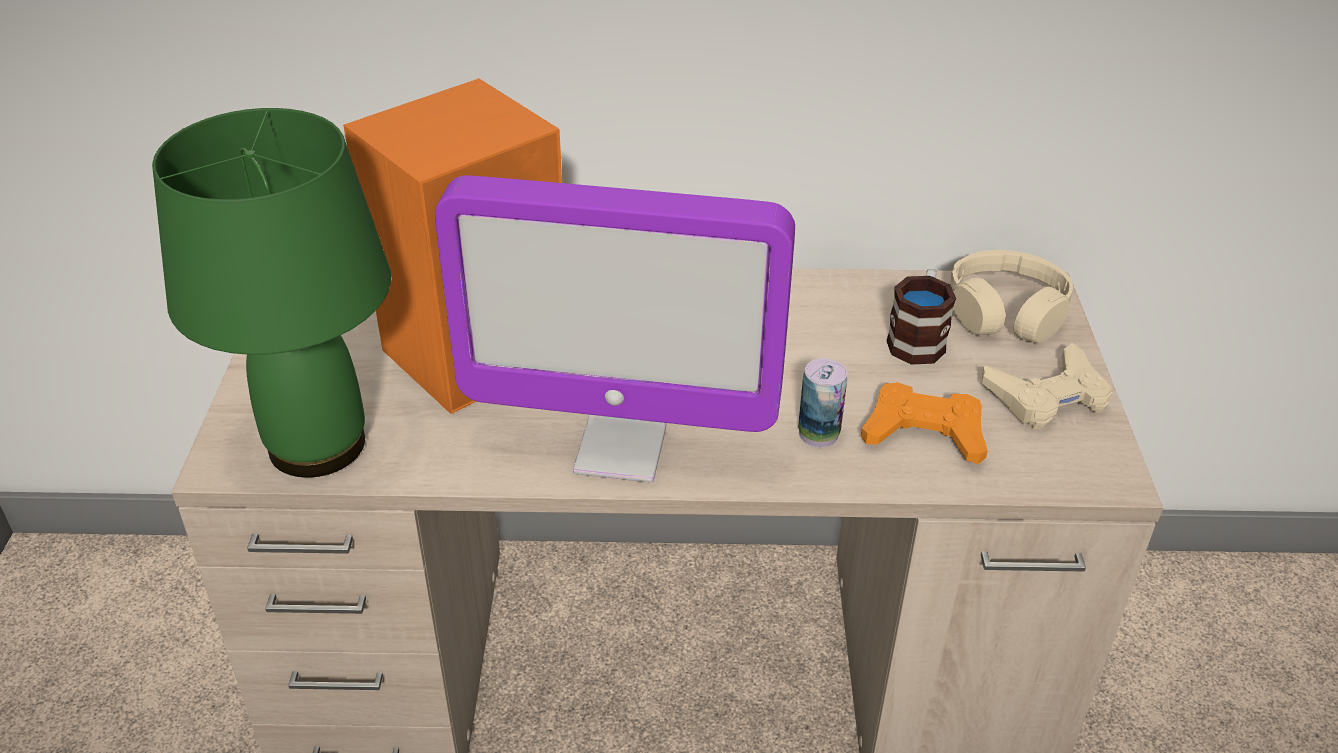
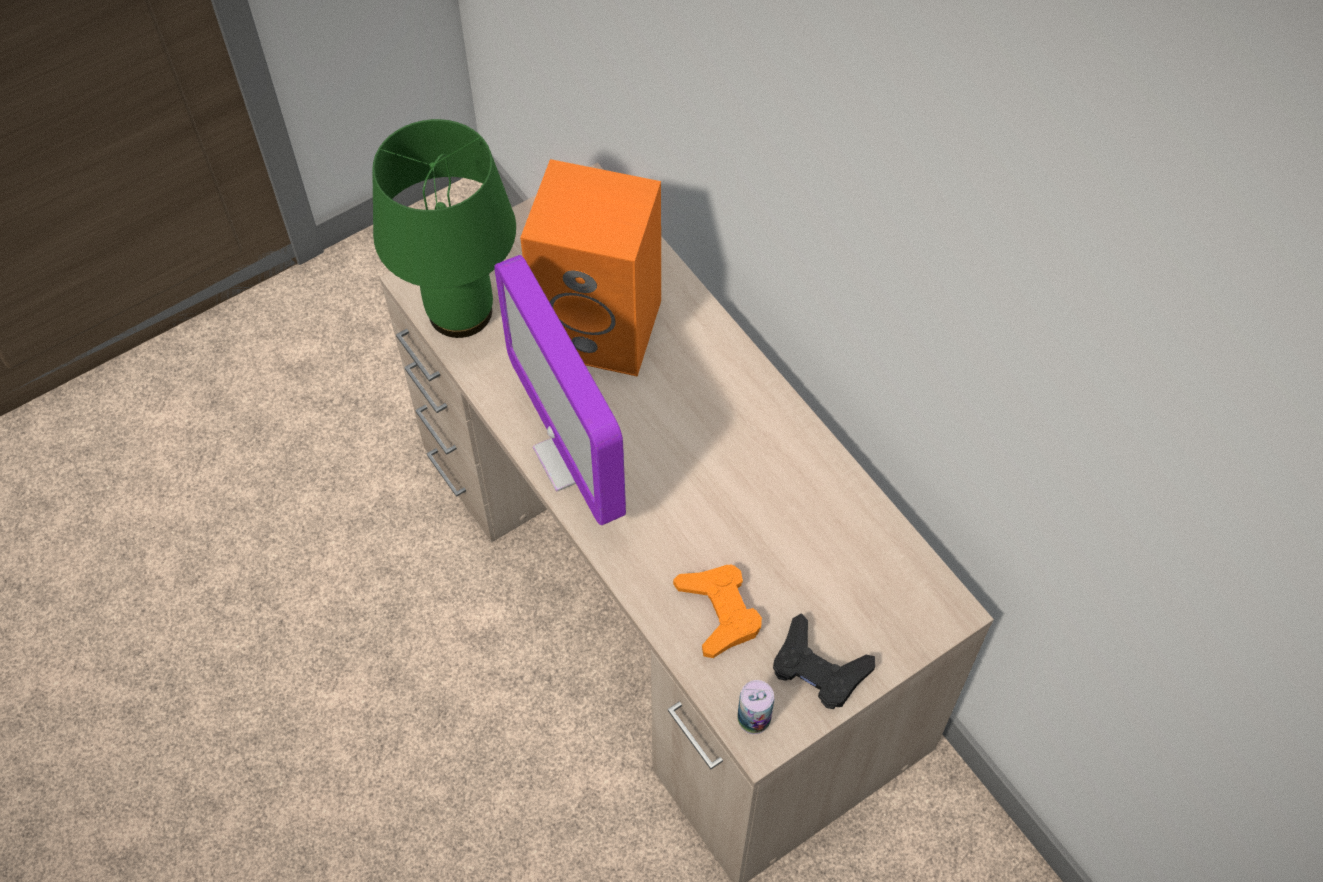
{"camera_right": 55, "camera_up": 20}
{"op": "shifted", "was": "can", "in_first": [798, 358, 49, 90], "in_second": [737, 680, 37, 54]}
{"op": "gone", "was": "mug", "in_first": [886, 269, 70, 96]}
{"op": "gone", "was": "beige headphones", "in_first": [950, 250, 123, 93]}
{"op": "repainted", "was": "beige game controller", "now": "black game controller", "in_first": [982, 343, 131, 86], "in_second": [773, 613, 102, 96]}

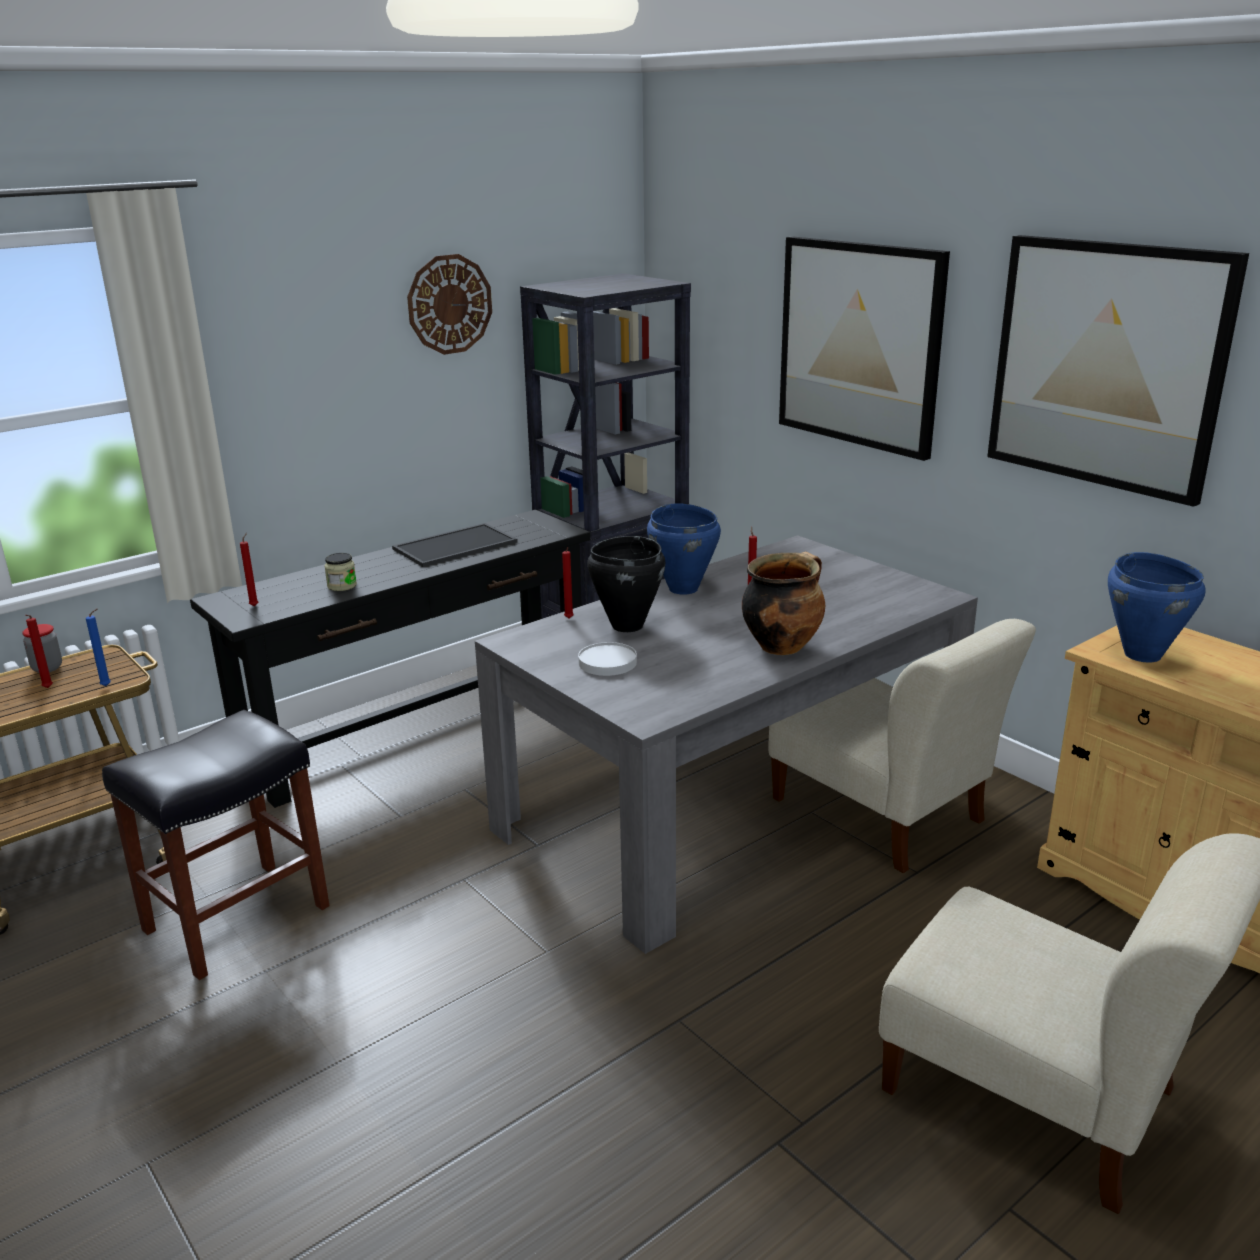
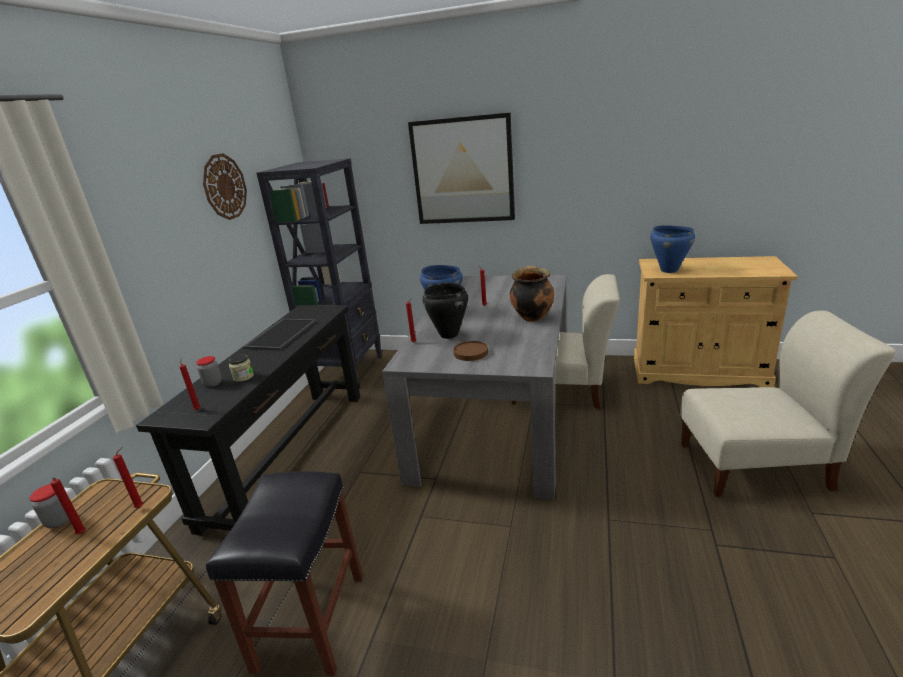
{"camera_right": -35, "camera_up": 0}
{"op": "repainted", "was": "blue candle", "now": "red candle", "in_first": [86, 609, 25, 77], "in_second": [113, 447, 30, 61]}
{"op": "repainted", "was": "white plate", "now": "brown plate", "in_first": [578, 642, 59, 34], "in_second": [453, 341, 35, 20]}
{"op": "gone", "was": "picture", "in_first": [987, 235, 262, 272]}
{"op": "new", "now": "jar", "in_second": [196, 356, 26, 31]}

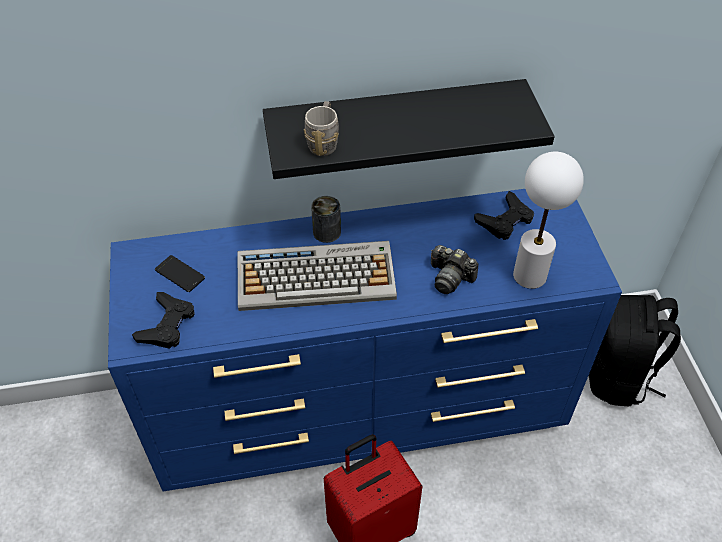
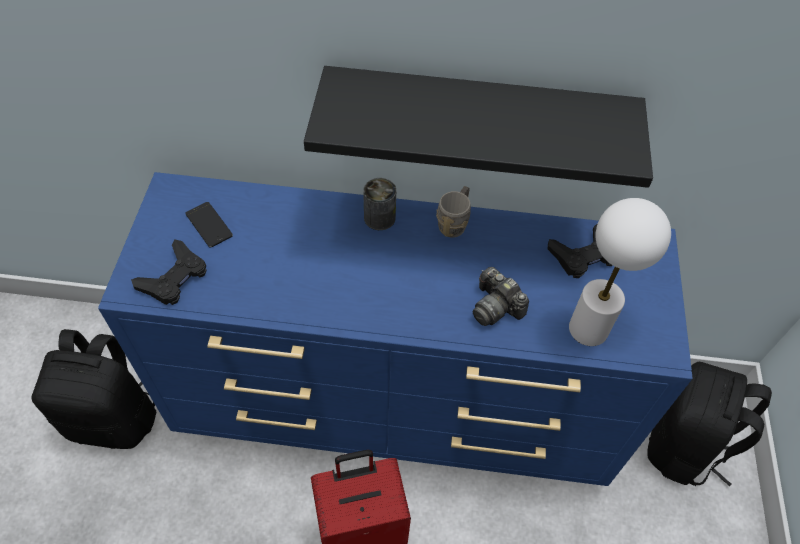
{"camera_right": 15, "camera_up": 5}
{"op": "gone", "was": "keyboard", "in_first": [238, 241, 159, 70]}
{"op": "shifted", "was": "grey mug", "in_first": [304, 101, 35, 55], "in_second": [436, 186, 35, 51]}
{"op": "new", "now": "black backpack", "in_second": [31, 329, 125, 120]}

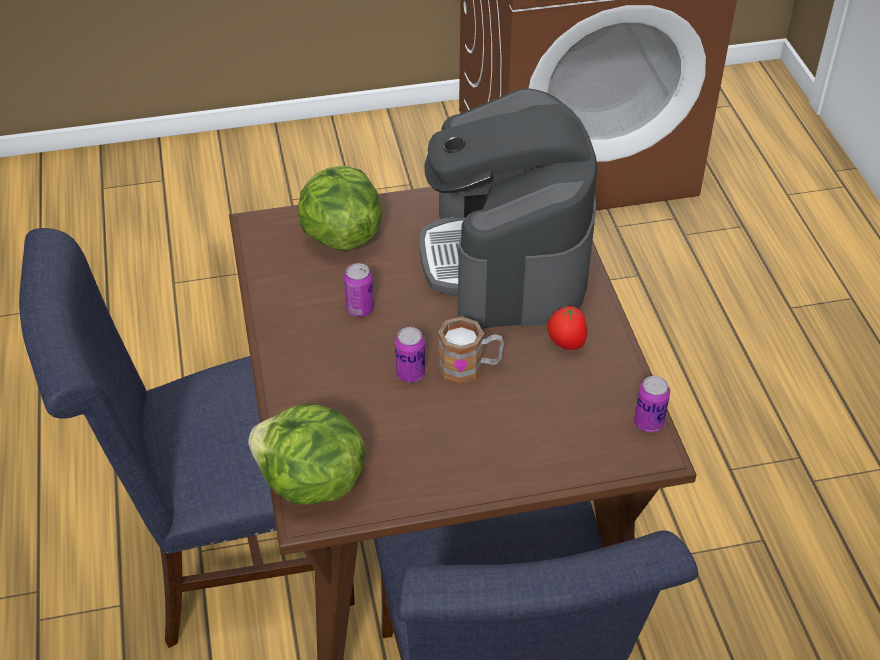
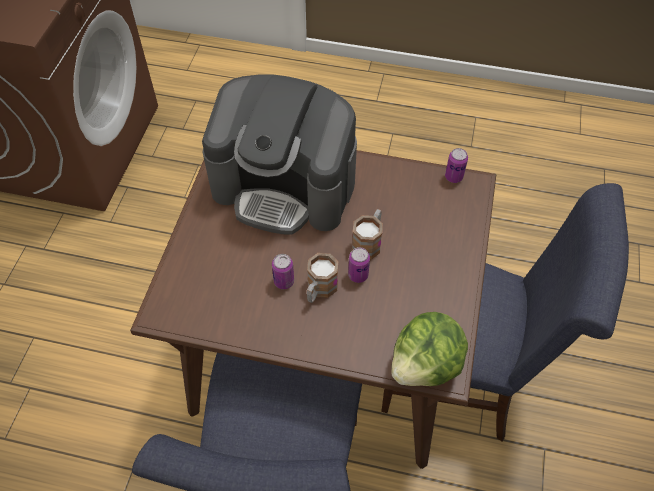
{"camera_right": -65, "camera_up": 10}
{"op": "gone", "was": "lettuce", "in_first": [298, 166, 84, 85]}
{"op": "gone", "was": "tomato", "in_first": [547, 306, 40, 44]}
{"op": "new", "now": "mug", "in_second": [307, 253, 31, 50]}

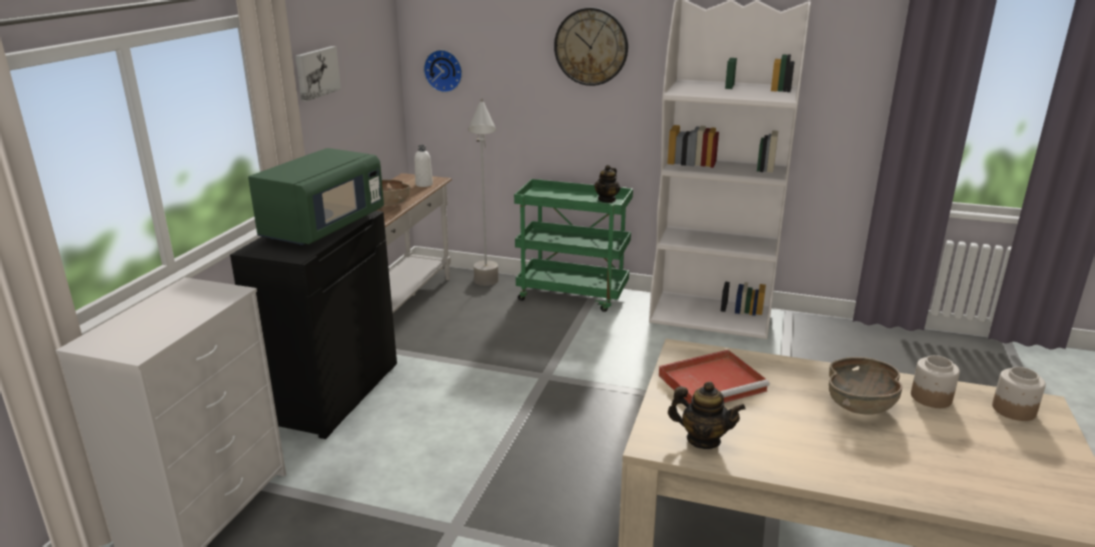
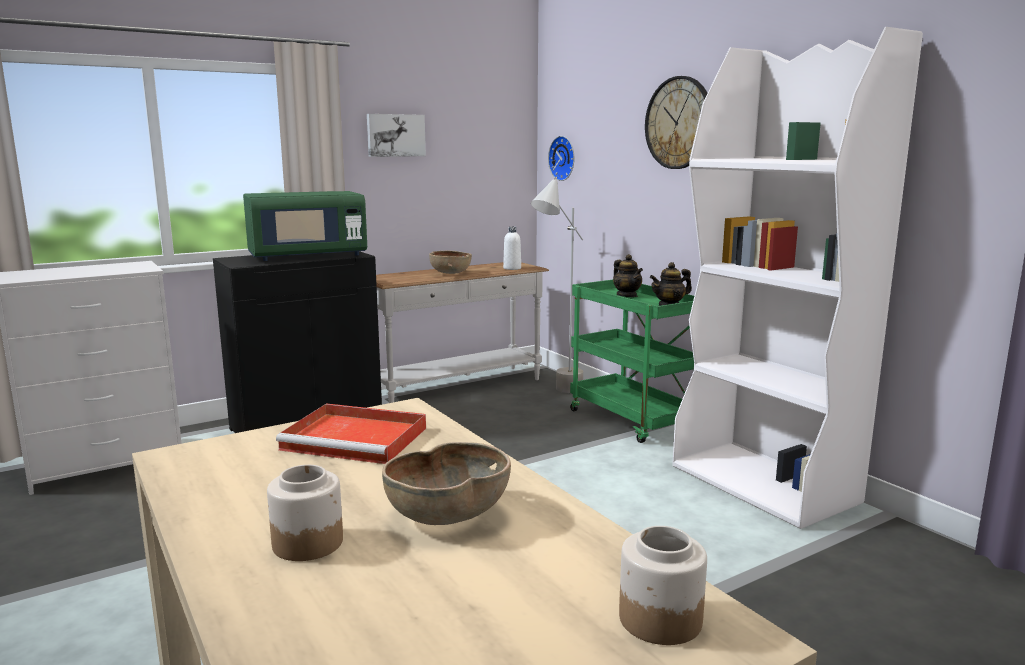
{"camera_right": 40, "camera_up": -10}
{"op": "shifted", "was": "teapot", "in_first": [668, 381, 78, 68], "in_second": [613, 254, 30, 43]}
{"op": "shifted", "was": "jar", "in_first": [911, 355, 49, 53], "in_second": [267, 465, 76, 96]}

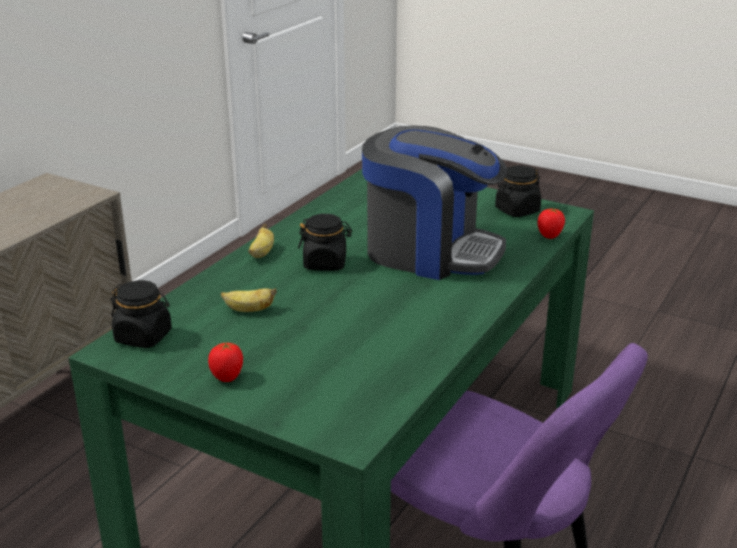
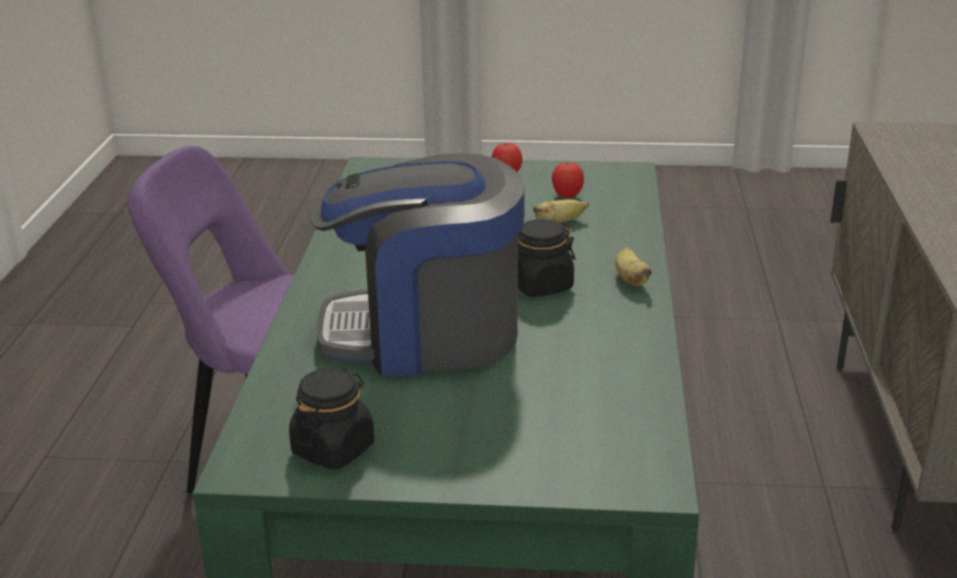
{"camera_right": 155, "camera_up": 0}
{"op": "gone", "was": "black jar", "in_first": [111, 280, 61, 68]}
{"op": "shifted", "was": "tomato", "in_first": [538, 209, 27, 30], "in_second": [552, 162, 32, 36]}

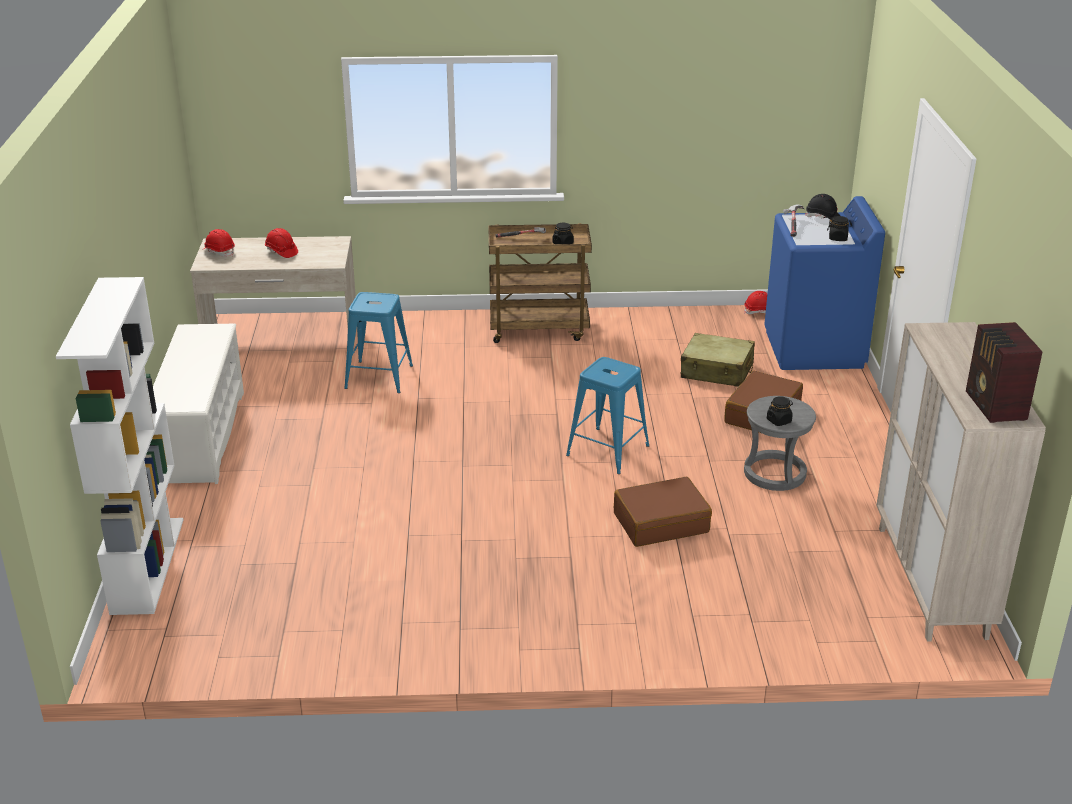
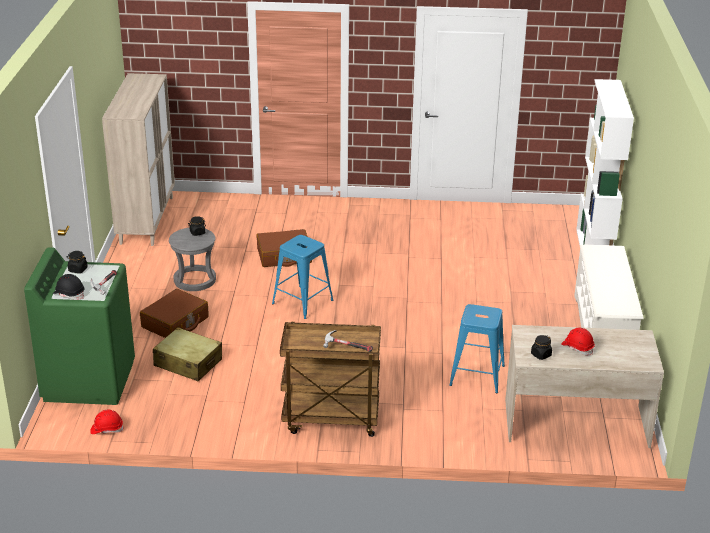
{"camera_right": -175, "camera_up": 0}
{"op": "gone", "was": "red hard hat", "in_first": [204, 229, 31, 28]}
{"op": "shifted", "was": "black jar", "in_first": [552, 223, 22, 21], "in_second": [531, 335, 21, 25]}
{"op": "repainted", "was": "blue washing machine", "now": "green washing machine", "in_first": [764, 196, 121, 174], "in_second": [24, 247, 111, 158]}
{"op": "gone", "was": "radio", "in_first": [966, 322, 77, 101]}

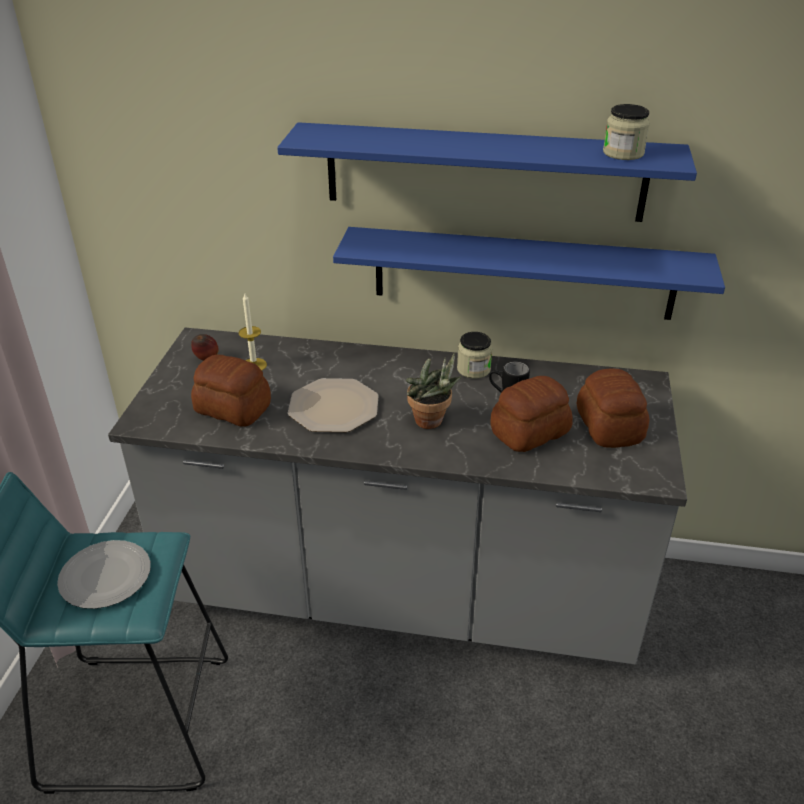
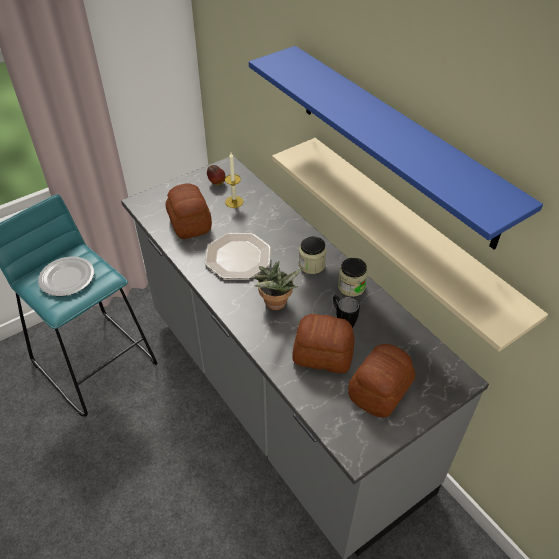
{"camera_right": 45, "camera_up": 10}
{"op": "repainted", "was": "blue shelf", "now": "beige shelf", "in_first": [333, 227, 392, 93], "in_second": [272, 138, 276, 214]}
{"op": "shifted", "was": "jar", "in_first": [603, 104, 47, 56], "in_second": [299, 236, 27, 38]}

